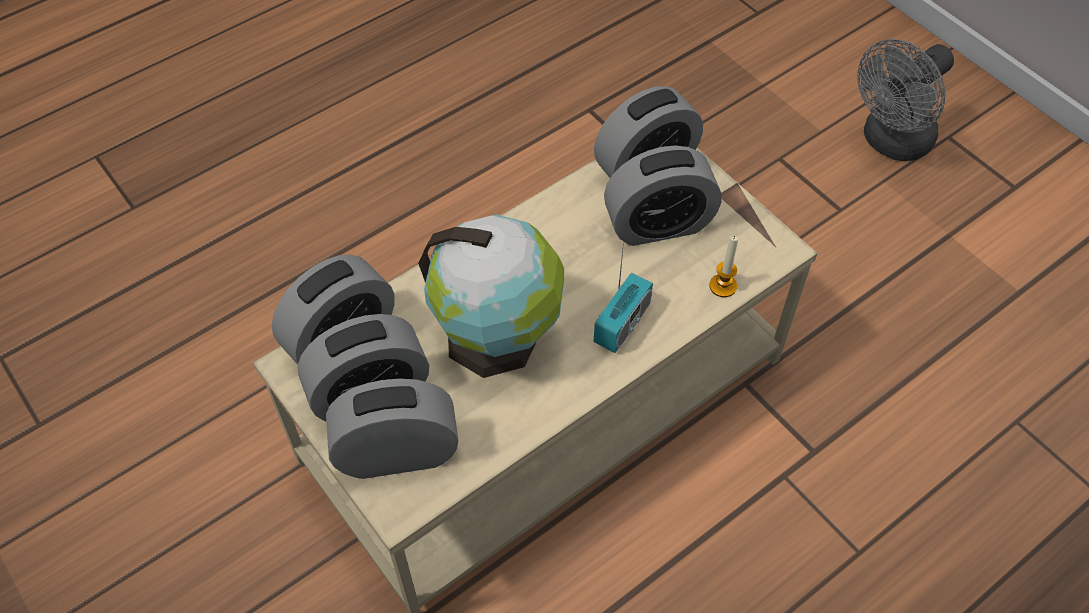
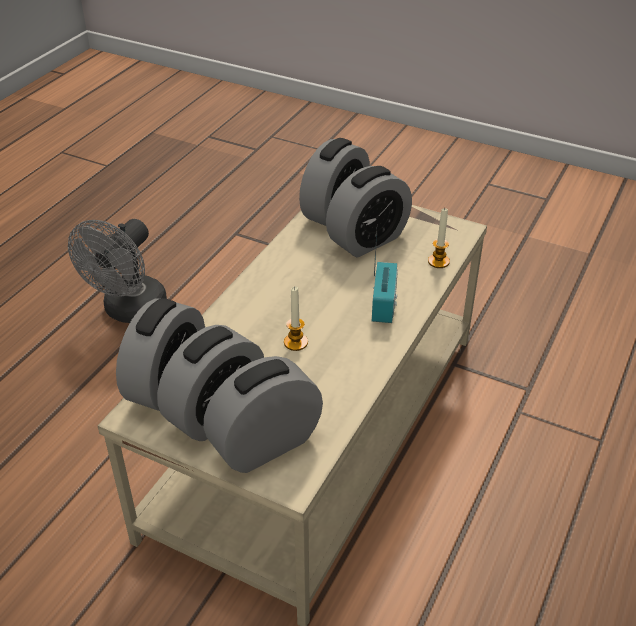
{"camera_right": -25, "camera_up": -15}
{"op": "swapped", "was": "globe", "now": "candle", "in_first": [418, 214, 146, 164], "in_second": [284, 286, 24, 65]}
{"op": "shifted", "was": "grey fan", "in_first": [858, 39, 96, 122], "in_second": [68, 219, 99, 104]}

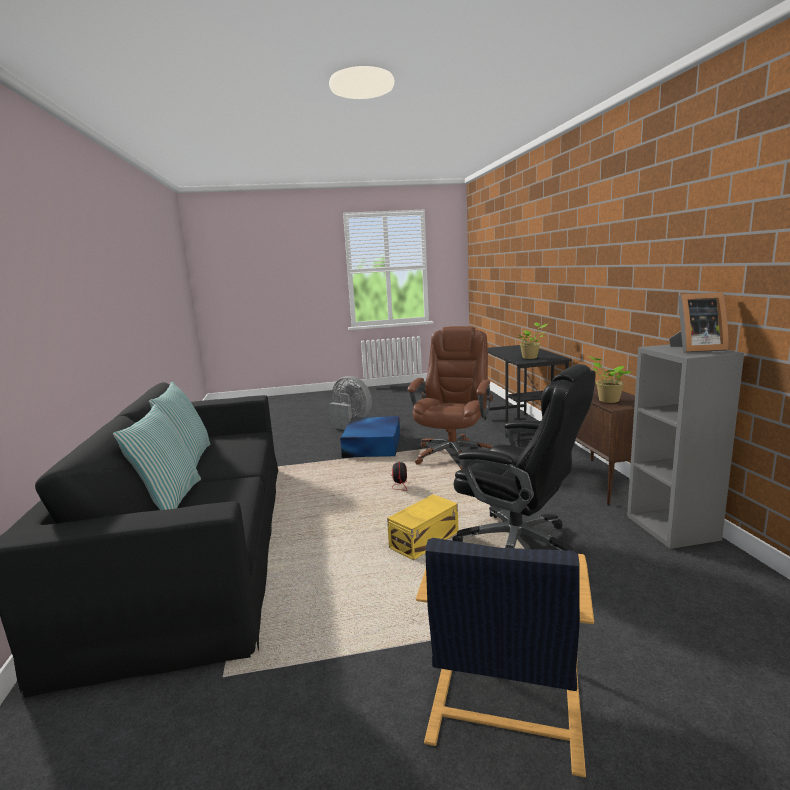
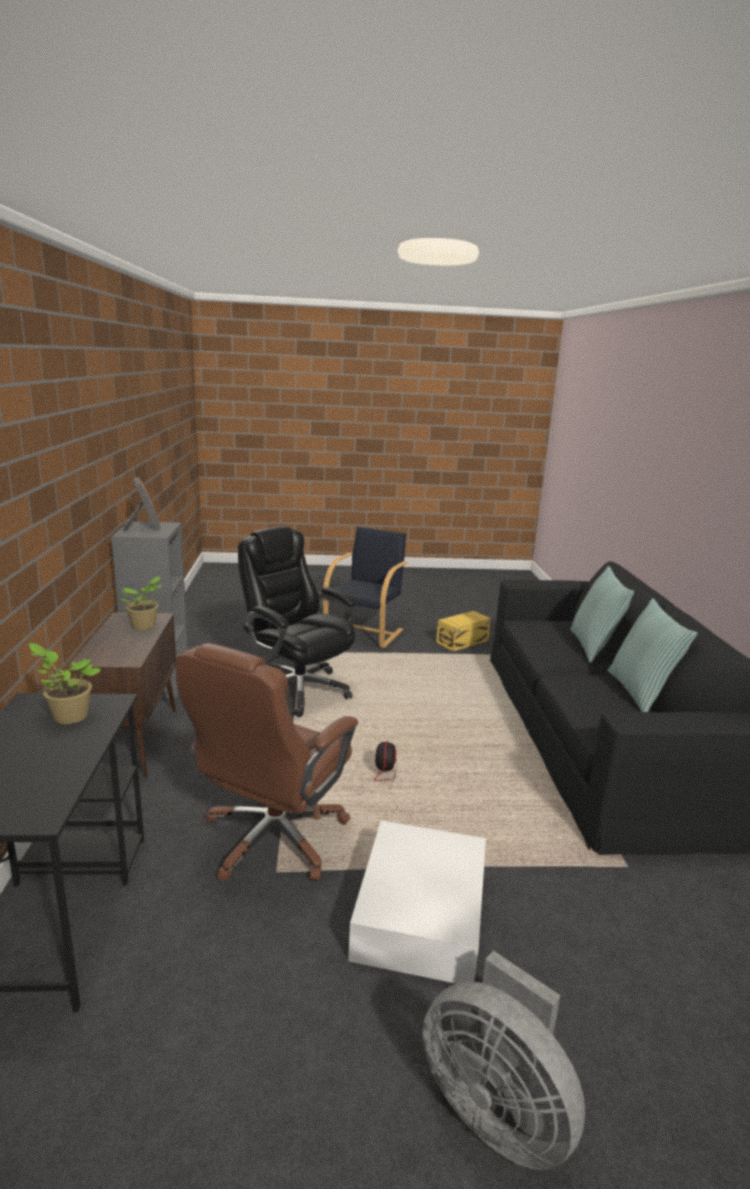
{"camera_right": -175, "camera_up": 5}
{"op": "repainted", "was": "blue storage box", "now": "white storage box", "in_first": [340, 416, 60, 42], "in_second": [348, 821, 138, 163]}
{"op": "shifted", "was": "yellow storage box", "in_first": [387, 494, 72, 66], "in_second": [436, 611, 55, 41]}
{"op": "rotated", "was": "picture frame", "in_first": [669, 292, 60, 60], "in_second": [122, 477, 39, 55], "clockwise": 60}

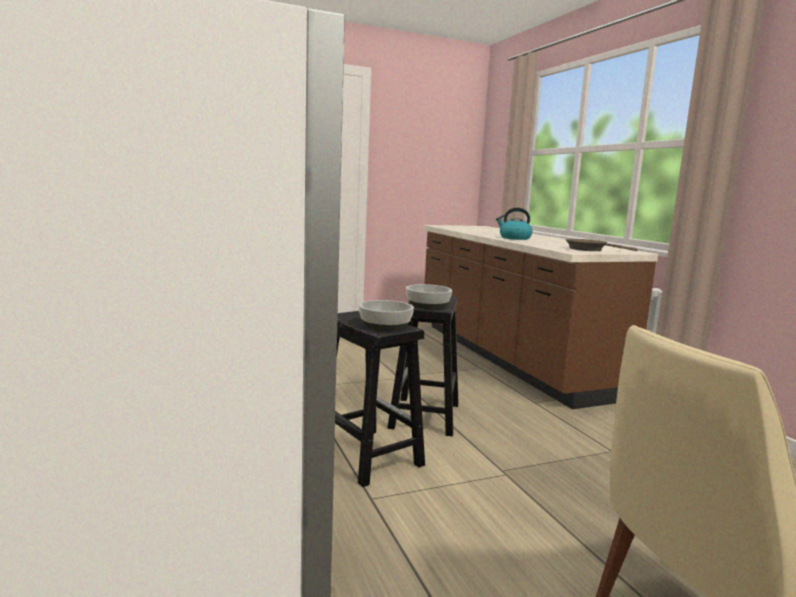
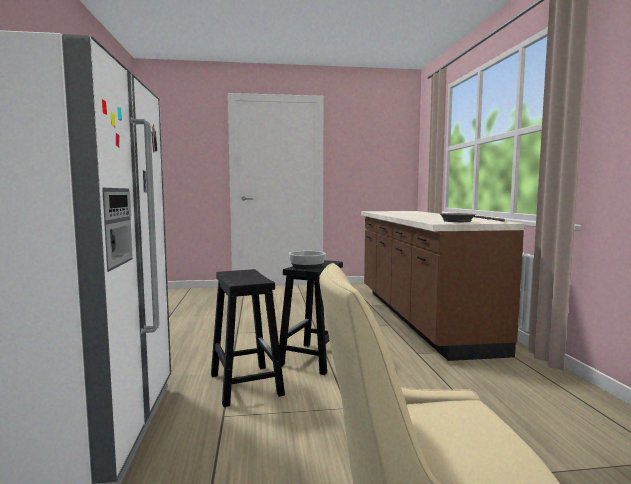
{"camera_right": 15, "camera_up": -5}
{"op": "gone", "was": "bowl", "in_first": [359, 300, 55, 31]}
{"op": "gone", "was": "kettle", "in_first": [496, 207, 37, 33]}

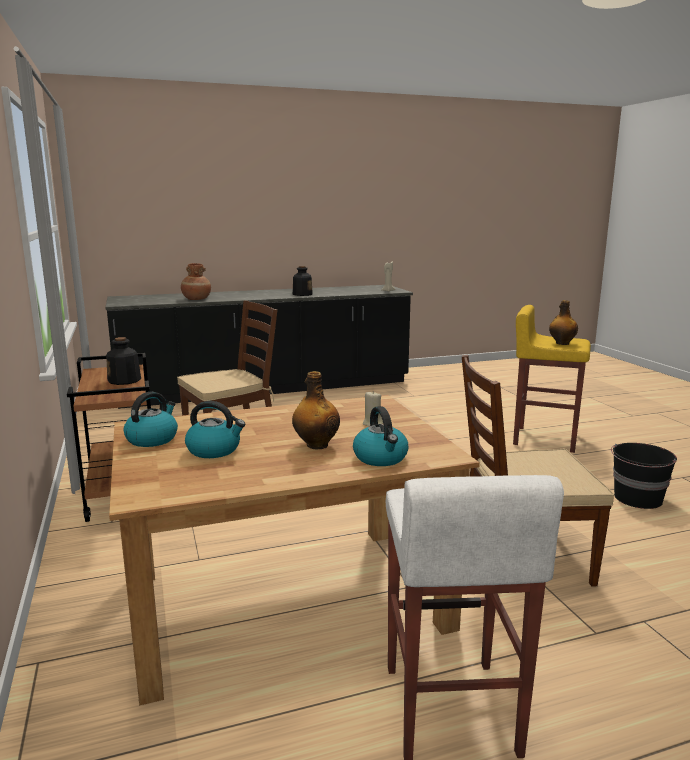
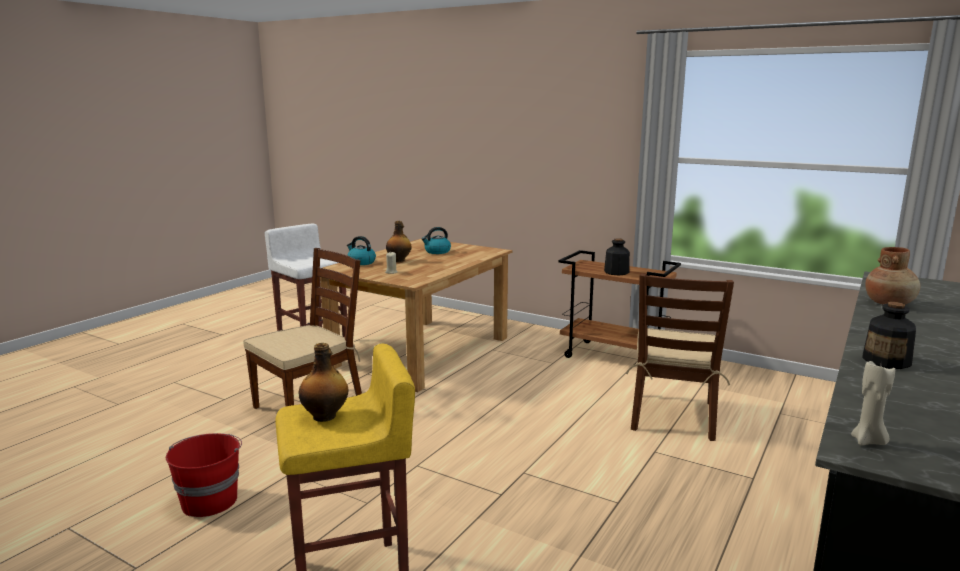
{"camera_right": 140, "camera_up": 0}
{"op": "gone", "was": "kettle", "in_first": [124, 392, 54, 55]}
{"op": "repainted", "was": "black bucket", "now": "red bucket", "in_first": [611, 443, 66, 66], "in_second": [166, 433, 76, 84]}

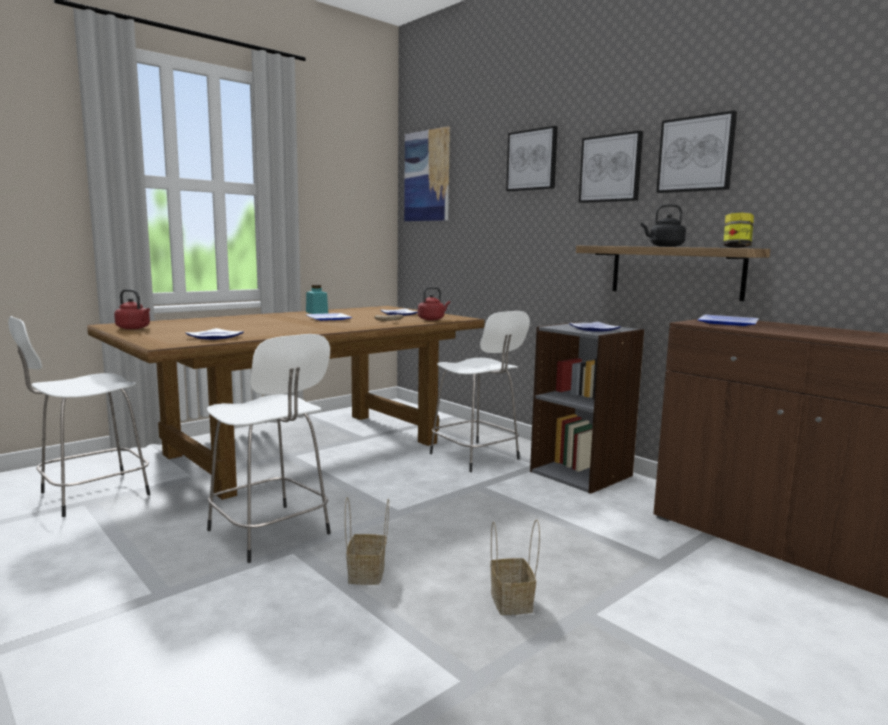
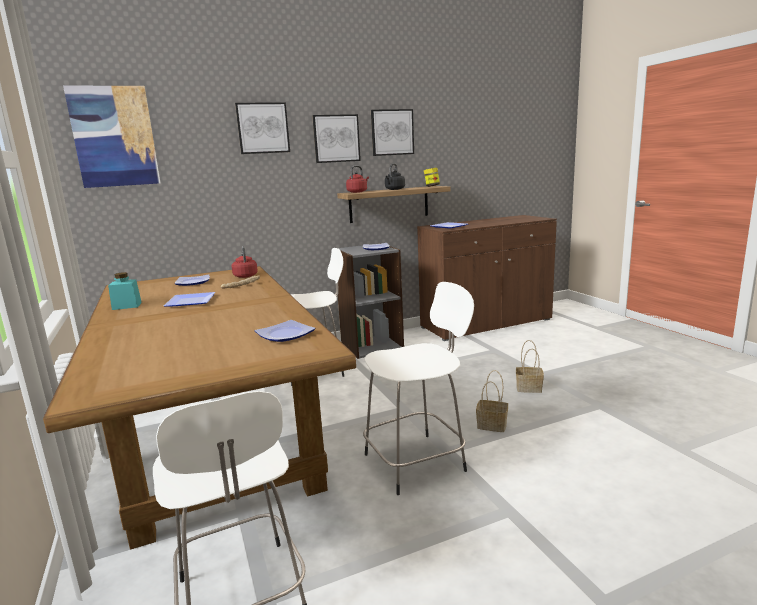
{"camera_right": -70, "camera_up": 5}
{"op": "shifted", "was": "red kettle", "in_first": [114, 289, 36, 40], "in_second": [346, 166, 23, 27]}

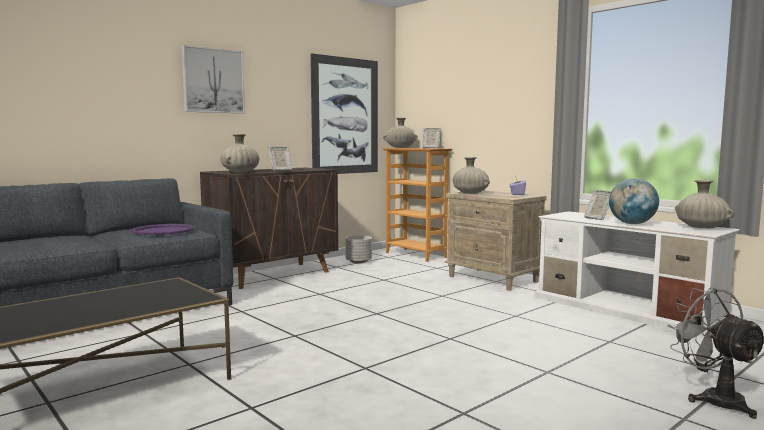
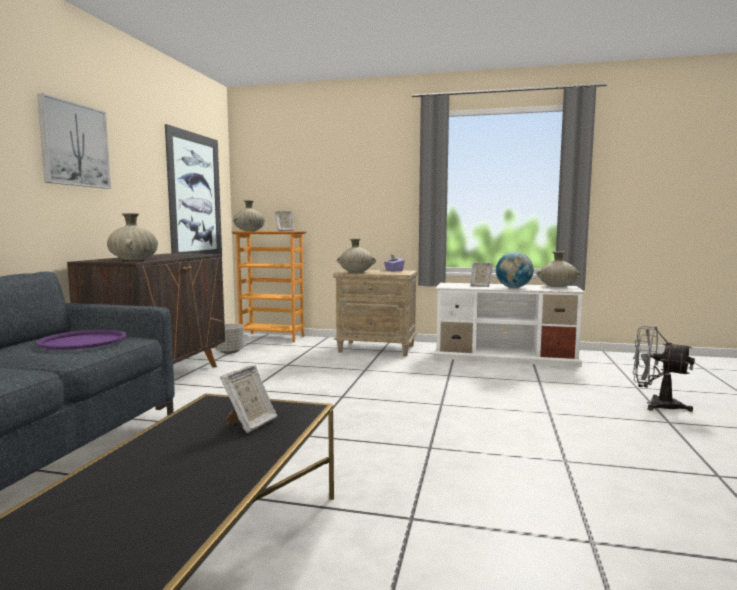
{"camera_right": -35, "camera_up": 0}
{"op": "shifted", "was": "picture frame", "in_first": [268, 147, 24, 24], "in_second": [220, 365, 58, 68]}

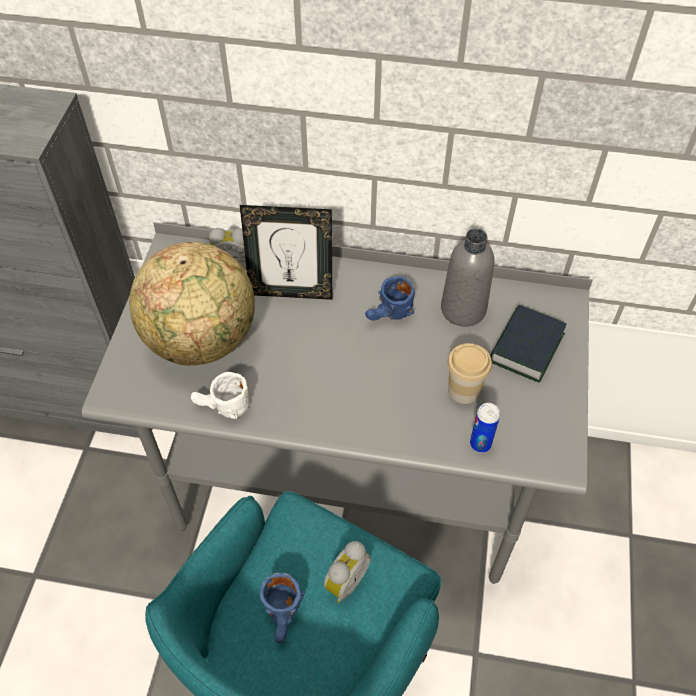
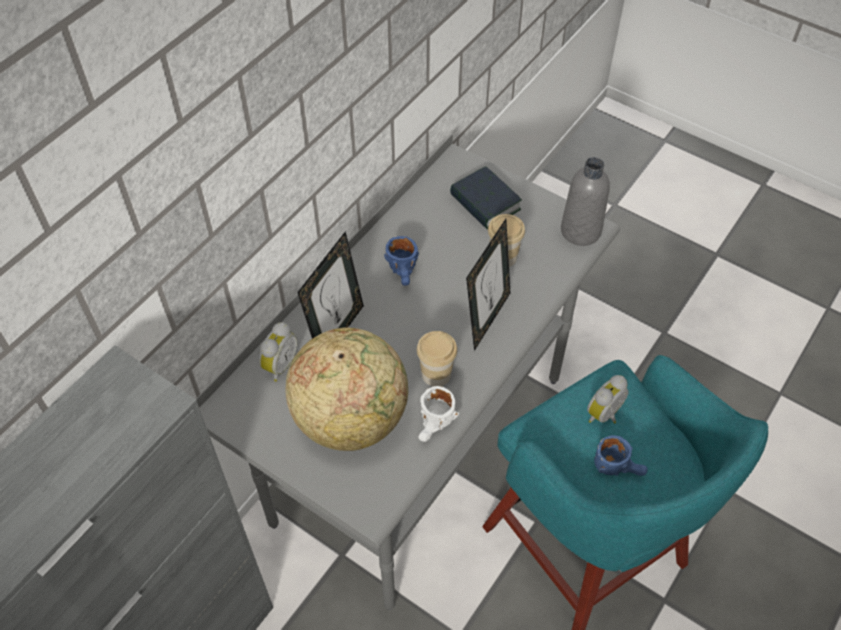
{"camera_right": -65, "camera_up": 0}
{"op": "rotated", "was": "alarm clock", "in_first": [324, 541, 47, 62], "in_second": [587, 375, 42, 48], "clockwise": -105}
{"op": "shifted", "was": "grey bottle", "in_first": [441, 228, 53, 98], "in_second": [561, 157, 49, 89]}
{"op": "gone", "was": "can", "in_first": [470, 403, 30, 50]}
{"op": "new", "now": "cup", "in_second": [417, 331, 40, 55]}
{"op": "new", "now": "picture frame", "in_second": [466, 219, 44, 132]}

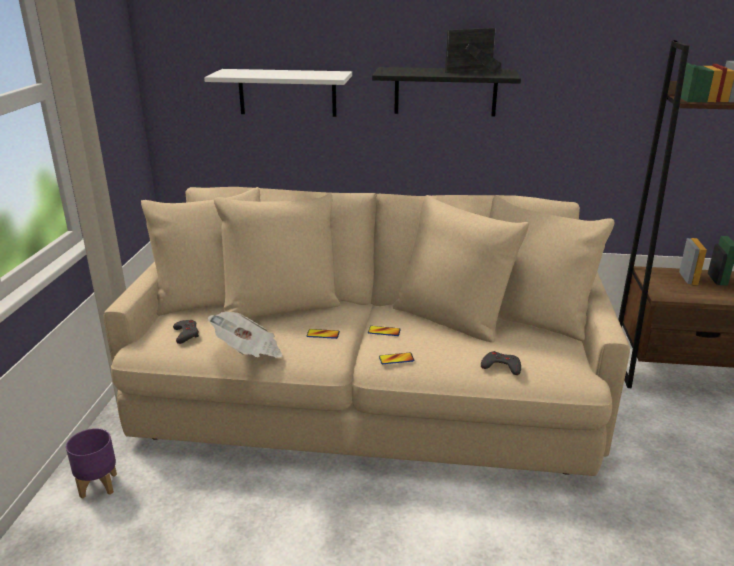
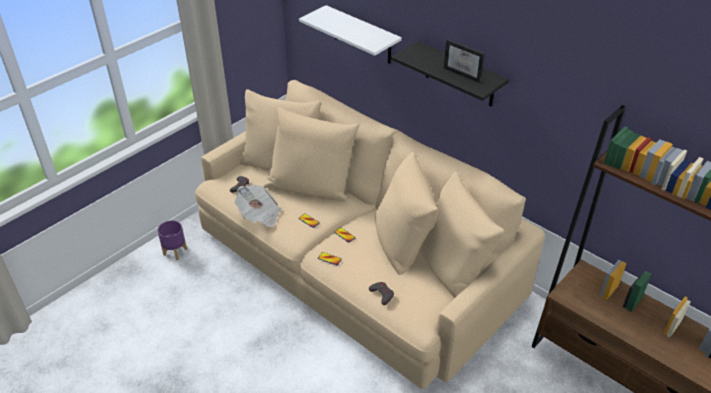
{"camera_right": 35, "camera_up": 15}
{"op": "rotated", "was": "picture frame", "in_first": [445, 28, 57, 45], "in_second": [444, 39, 41, 44], "clockwise": -150}

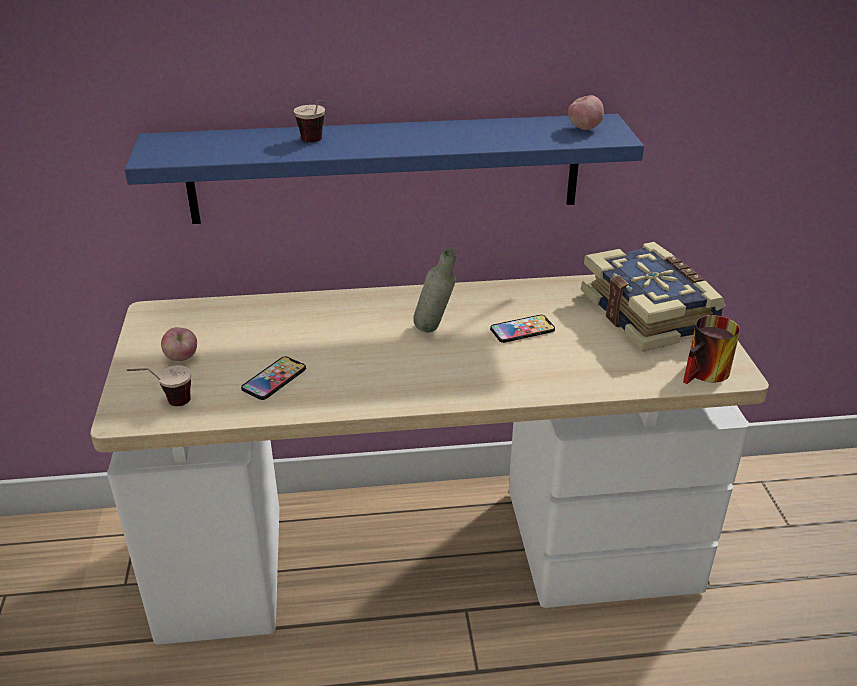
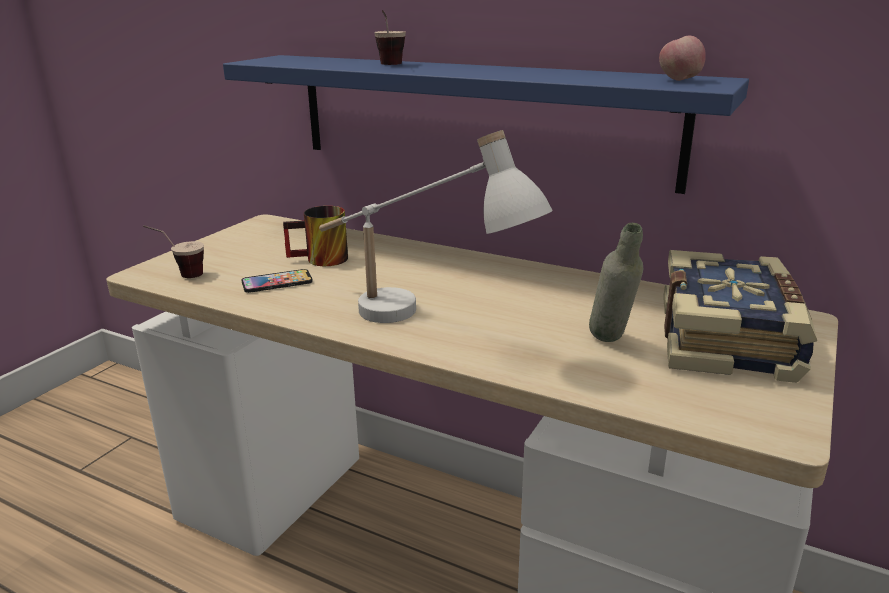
{"camera_right": 35, "camera_up": -10}
{"op": "gone", "was": "apple", "in_first": [161, 327, 36, 34]}
{"op": "shifted", "was": "grey bottle", "in_first": [413, 249, 43, 83], "in_second": [589, 223, 54, 119]}
{"op": "gone", "was": "phone", "in_first": [490, 315, 65, 28]}
{"op": "shifted", "was": "mug", "in_first": [683, 315, 57, 69], "in_second": [283, 206, 65, 60]}
{"op": "new", "now": "white table lamp", "in_second": [319, 130, 234, 193]}

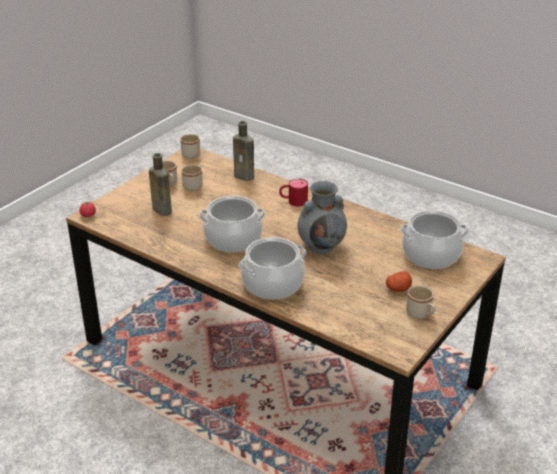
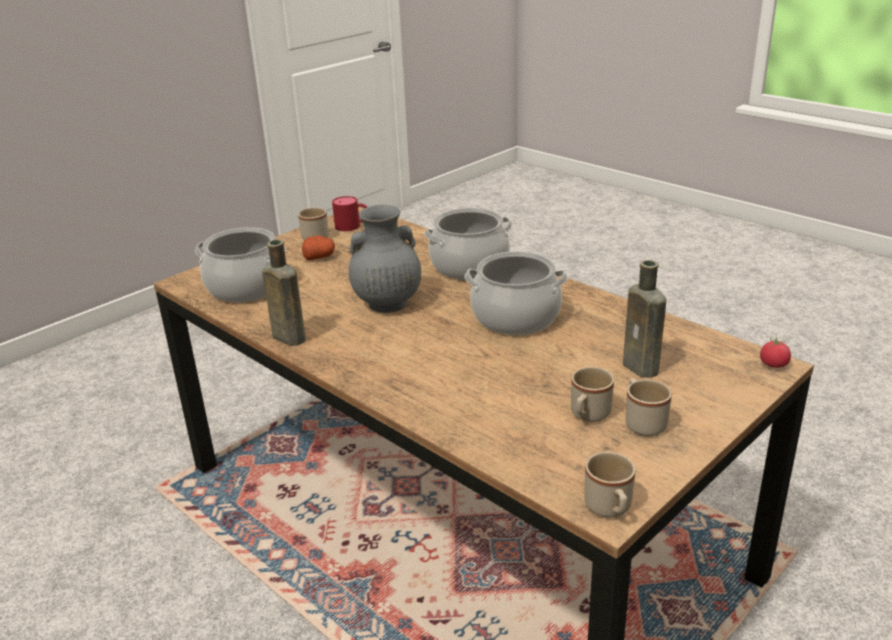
{"camera_right": -170, "camera_up": -5}
{"op": "shifted", "was": "brown bottle", "in_first": [233, 121, 21, 60], "in_second": [262, 239, 44, 107]}
{"op": "shifted", "was": "red mug", "in_first": [279, 179, 29, 27], "in_second": [332, 196, 35, 35]}

